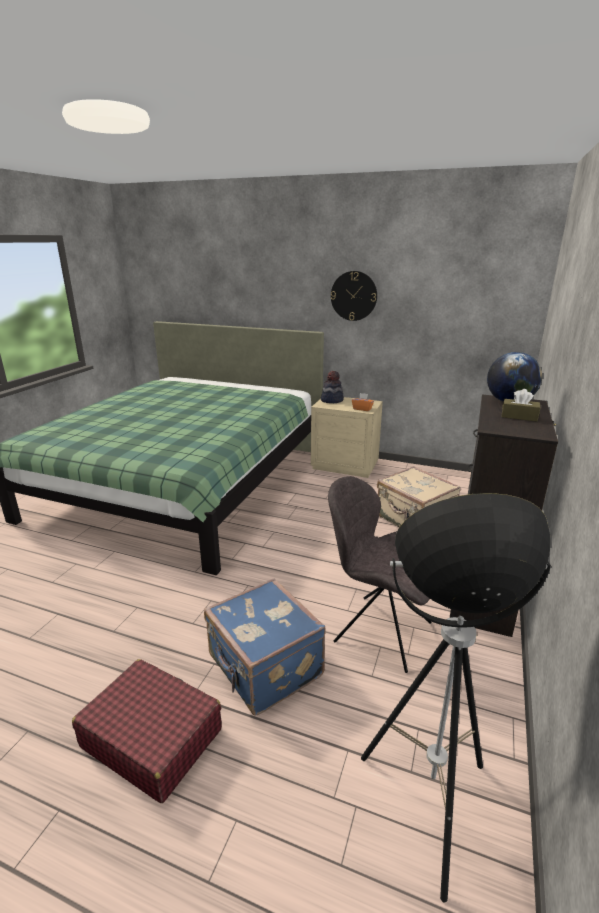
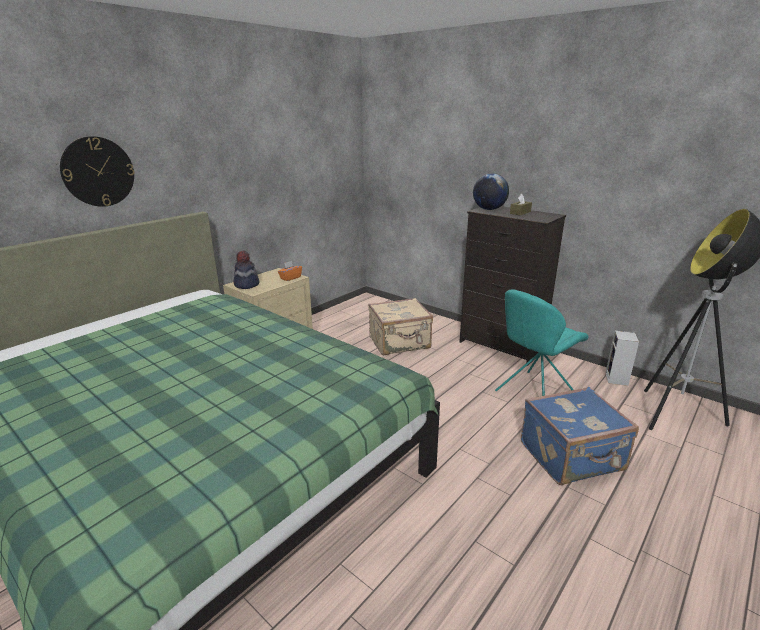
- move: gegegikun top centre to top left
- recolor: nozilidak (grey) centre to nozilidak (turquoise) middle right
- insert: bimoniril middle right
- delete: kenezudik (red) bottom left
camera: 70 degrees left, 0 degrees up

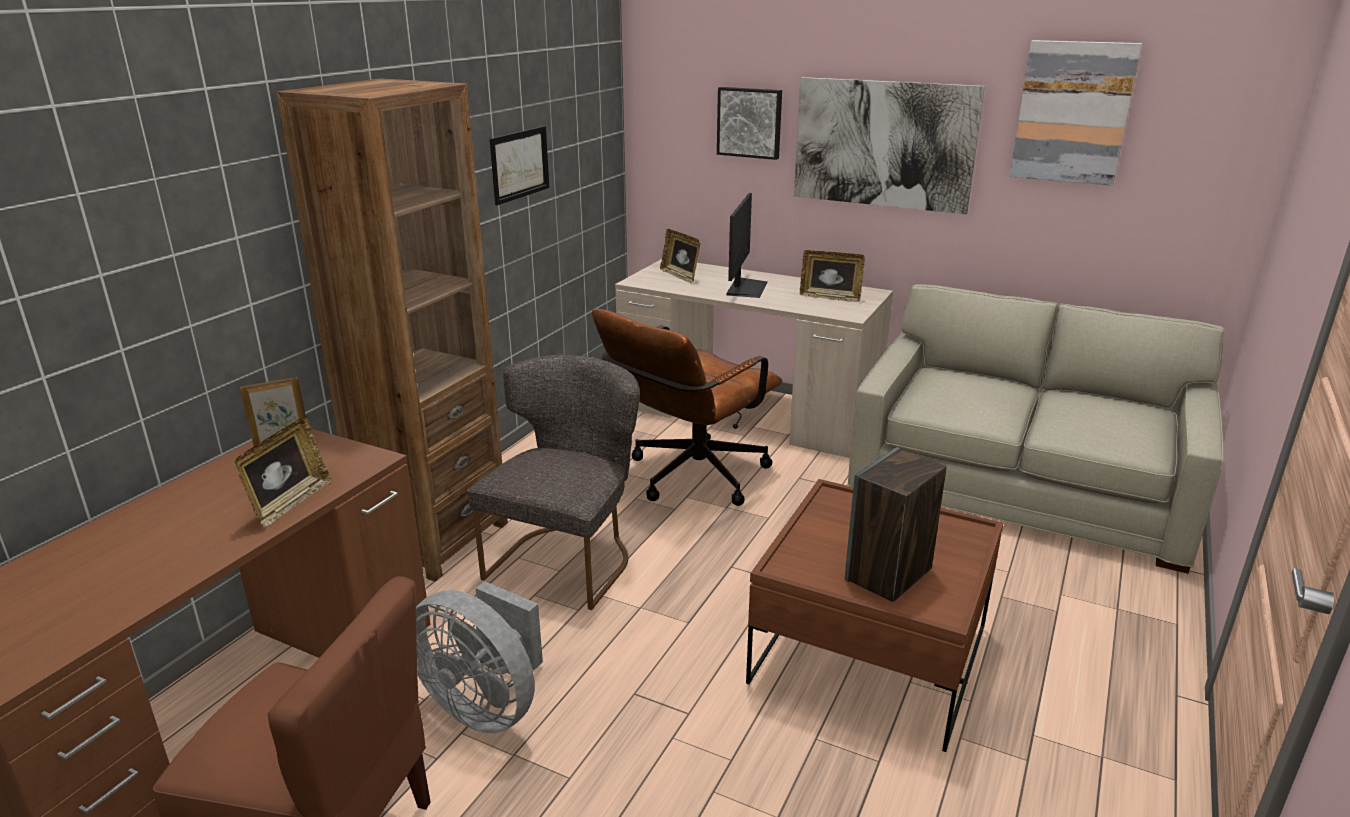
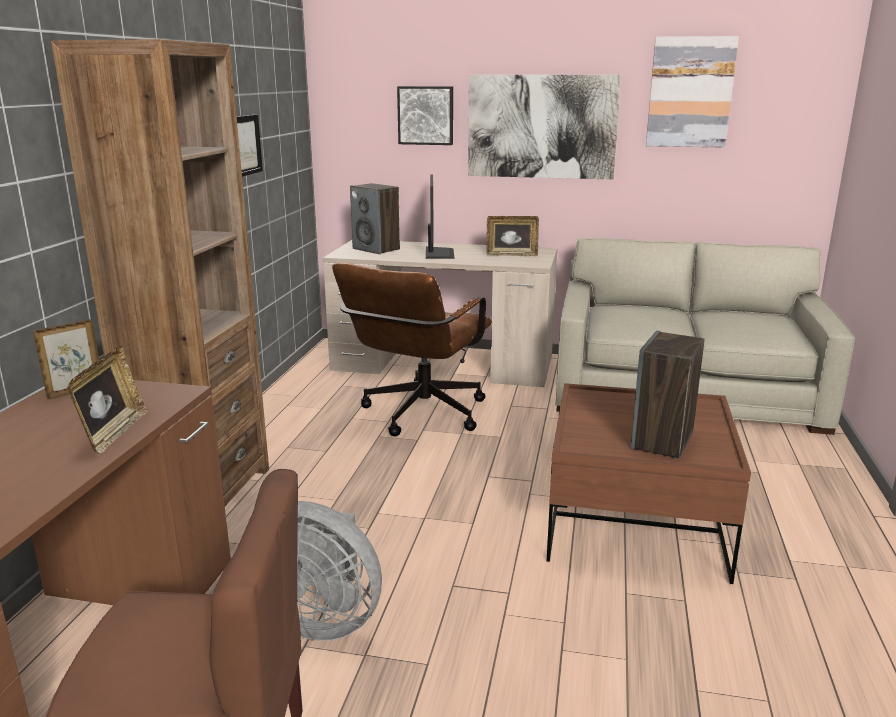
- replace: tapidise (3rd from left) top centre to bimoniril (1st from left) top centre
- delete: nozilidak (grey) centre
camera: 15 degrees left, 5 degrees down

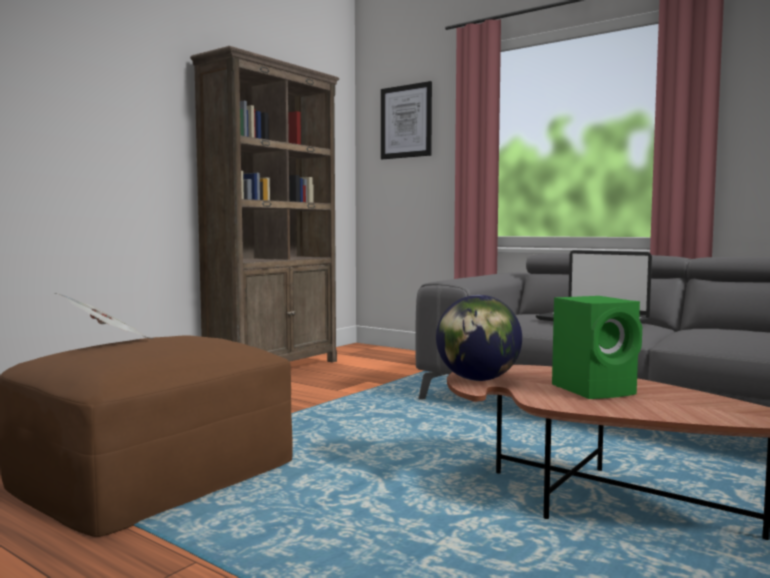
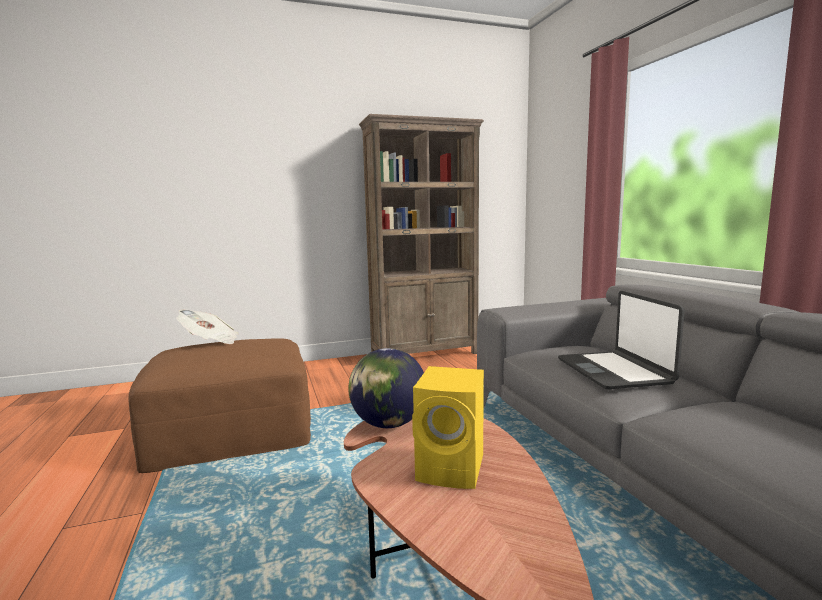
- recolor: bimoniril (green) middle right to bimoniril (yellow) bottom centre
- delete: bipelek top centre
camera: 35 degrees right, 5 degrees up

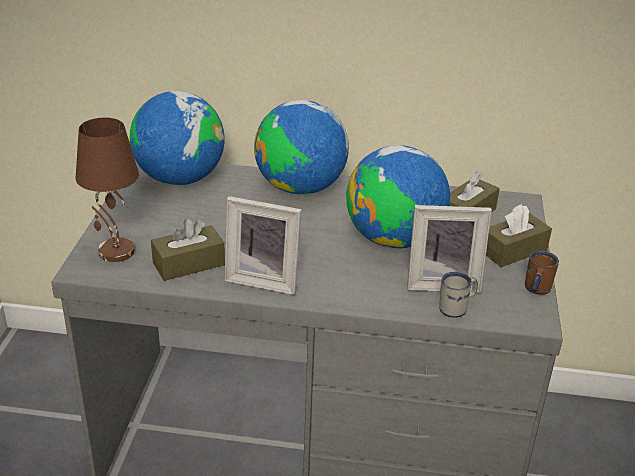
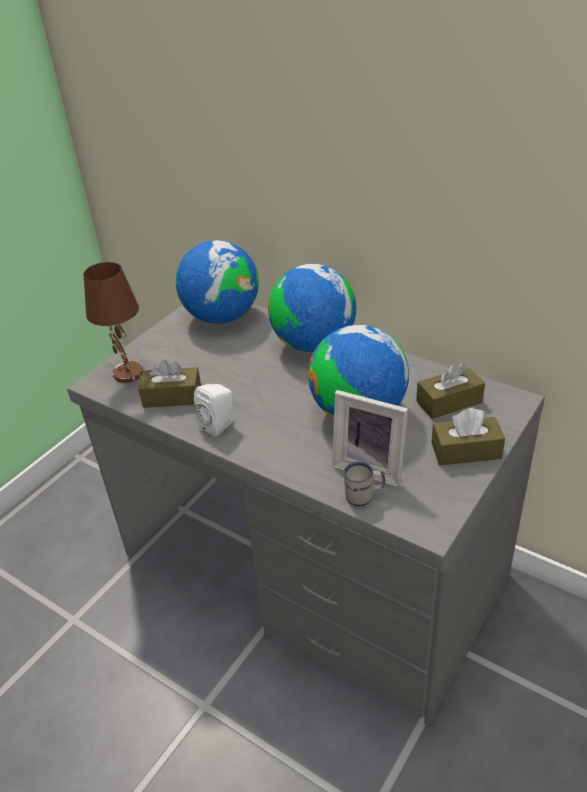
- replace: tapidise (1st from left) centre to bimoniril (white) centre
- delete: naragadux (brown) middle right
camera: 30 degrees right, 5 degrees up

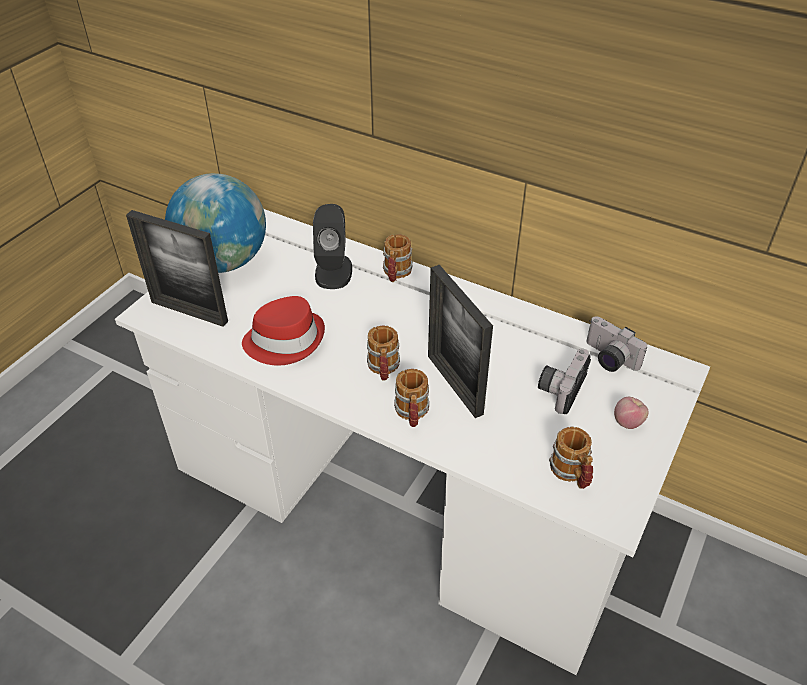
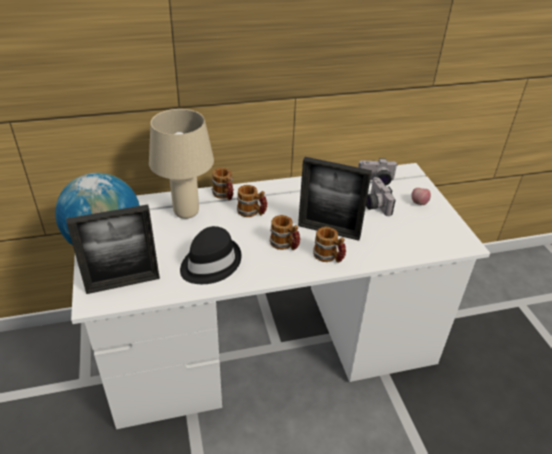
- replace: bimoniril (black) centre to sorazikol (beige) middle left
- recolor: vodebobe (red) centre to vodebobe (black) centre
- move: naragadux (4th from left in the first image) bottom right to naragadux (2nd from left) centre
camera: 45 degrees left, 5 degrees down

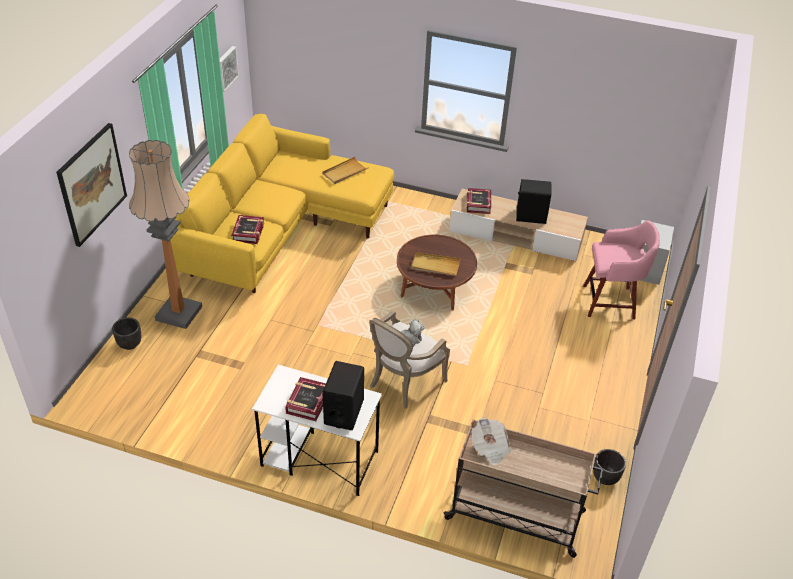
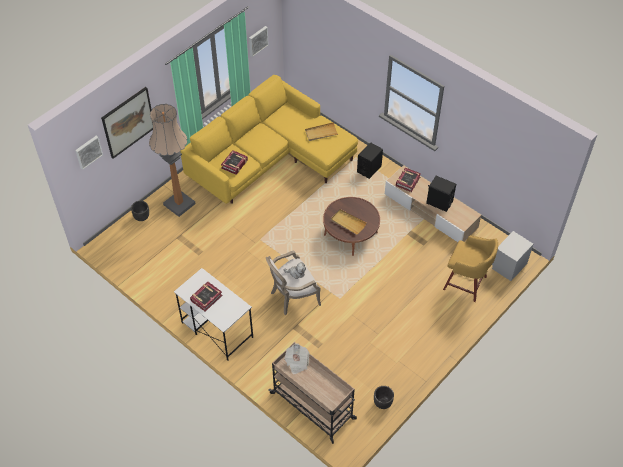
- insert: bipelek (1st from left) top left
- move: bimoniril (black) (1st from left) bottom centre to centre
- recolor: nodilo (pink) middle right to nodilo (yellow) middle right
camera: 25 degrees right, 10 degrees up

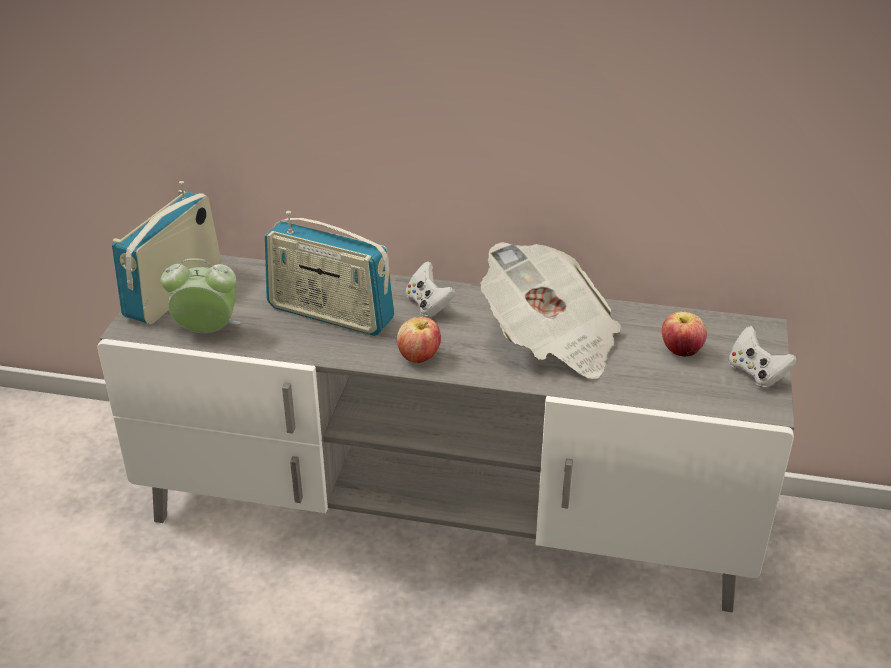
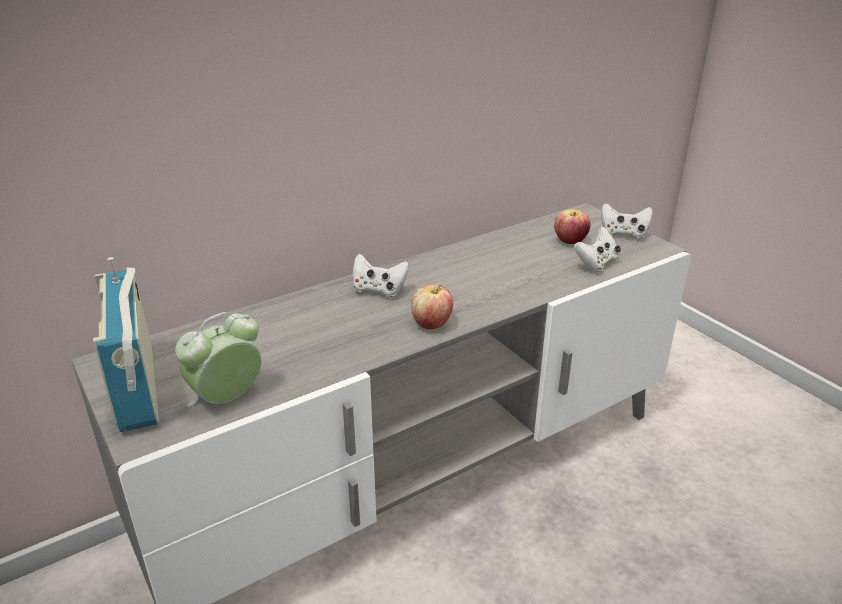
- insert: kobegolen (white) (2nd from left) middle right
- delete: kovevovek (2nd from left) centre
- delete: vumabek centre
camera: 45 degrees left, 5 degrees down

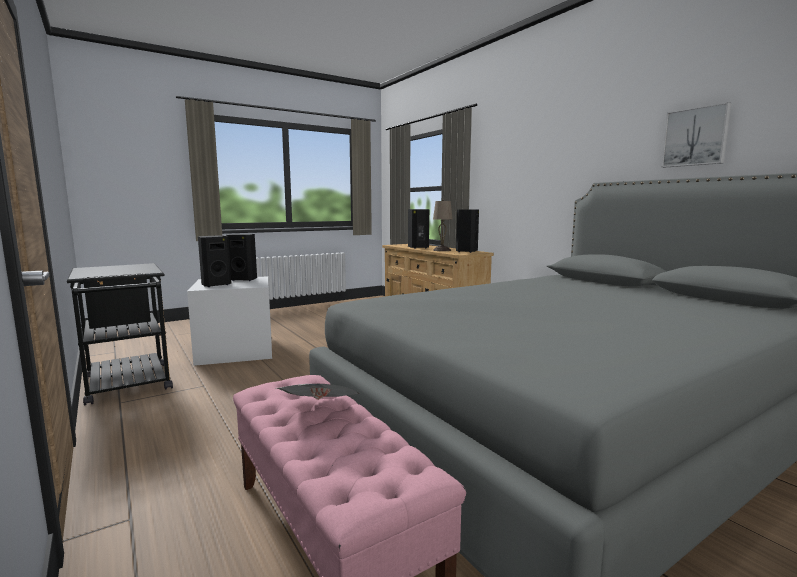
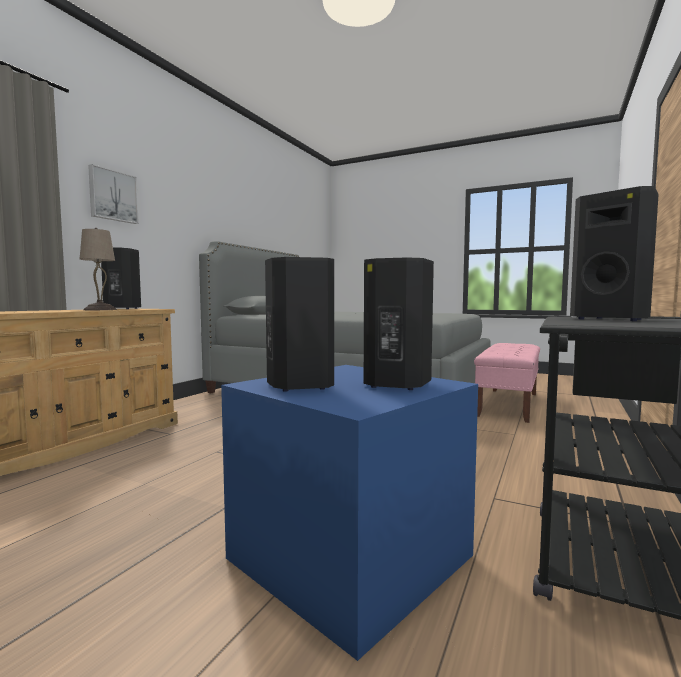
- move: bipelek top right to top left
- recolor: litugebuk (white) middle left to litugebuk (blue) bottom centre
- move: bimoniril (black) (3rd from left in the first image) centre to bimoniril (black) (4th from left) middle right
- delete: vumabek bottom centre
camera: 120 degrees left, 5 degrees down

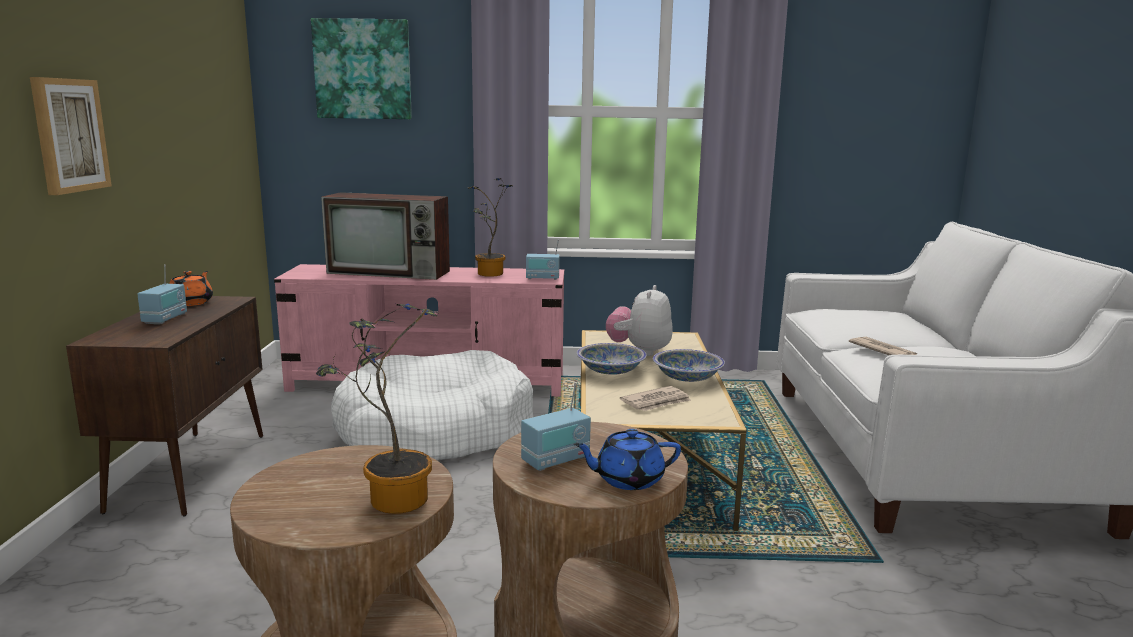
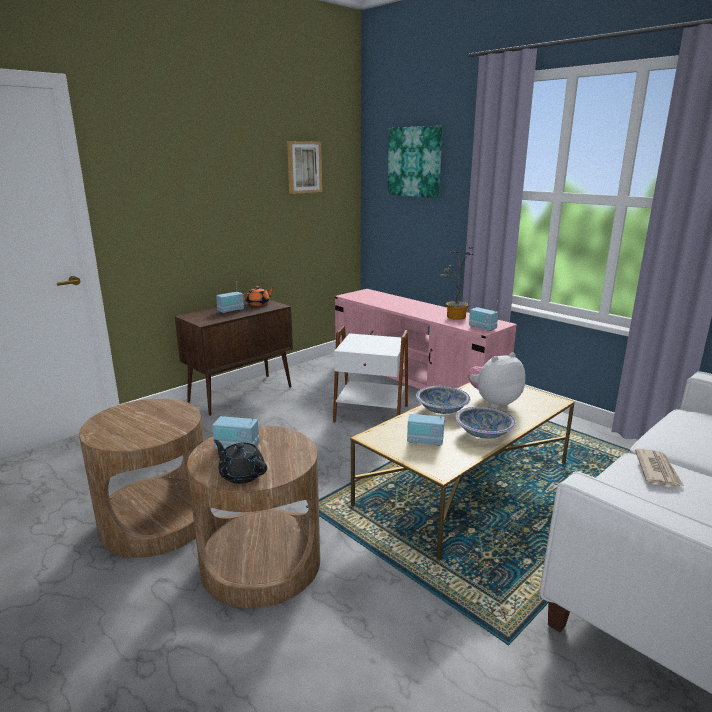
- recolor: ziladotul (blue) bottom centre to ziladotul (black) centre
- move: bipelek (1st from left) top left to top centre
- replace: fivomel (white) centre to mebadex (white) centre
- replace: vumabek (1st from left) centre to kovevovek (3rd from left) centre
- delete: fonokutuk (1st from left) middle left
- delete: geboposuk centre
camera: 45 degrees right, 5 degrees up

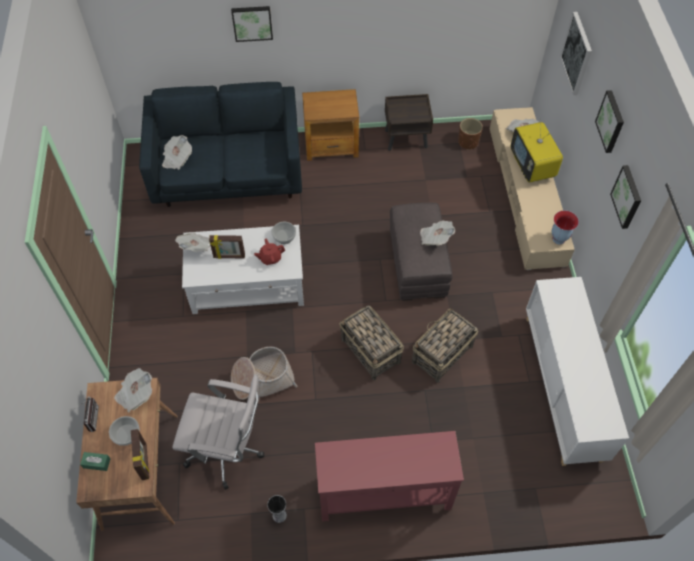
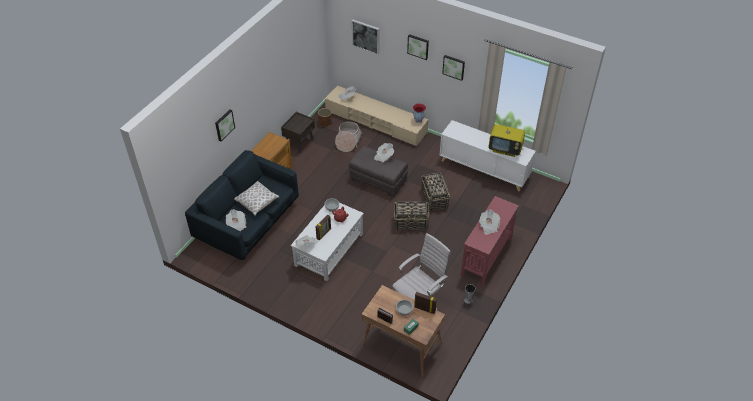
- insert: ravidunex centre
- move: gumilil (1st from left) bottom centre to centre
- move: vumabek (1st from left in the first image) bottom left to vumabek (5th from left) centre
- move: geboposuk top right to middle right
camera: 55 degrees left, 10 degrees down

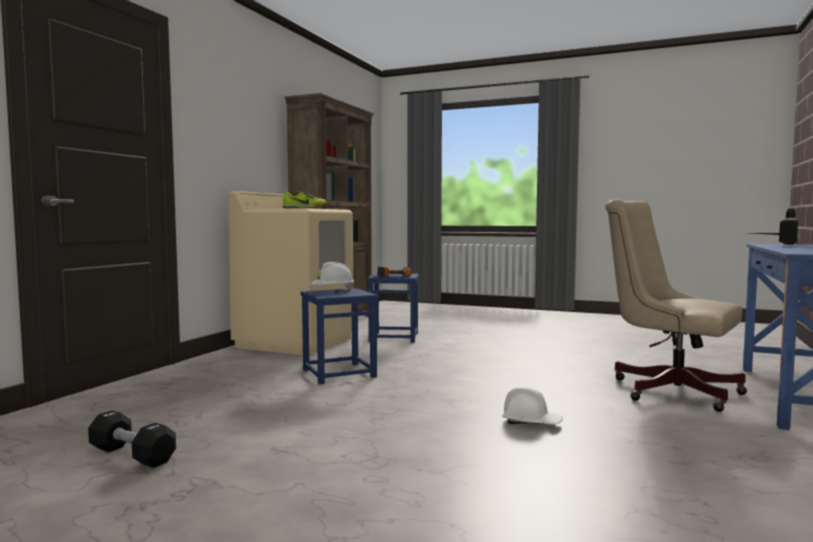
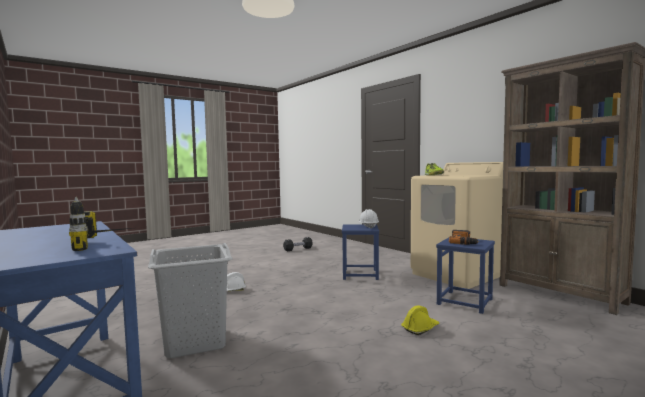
- replace: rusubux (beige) middle right to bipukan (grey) bottom left
- insert: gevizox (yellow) bottom centre
camera: 120 degrees right, 0 degrees up

